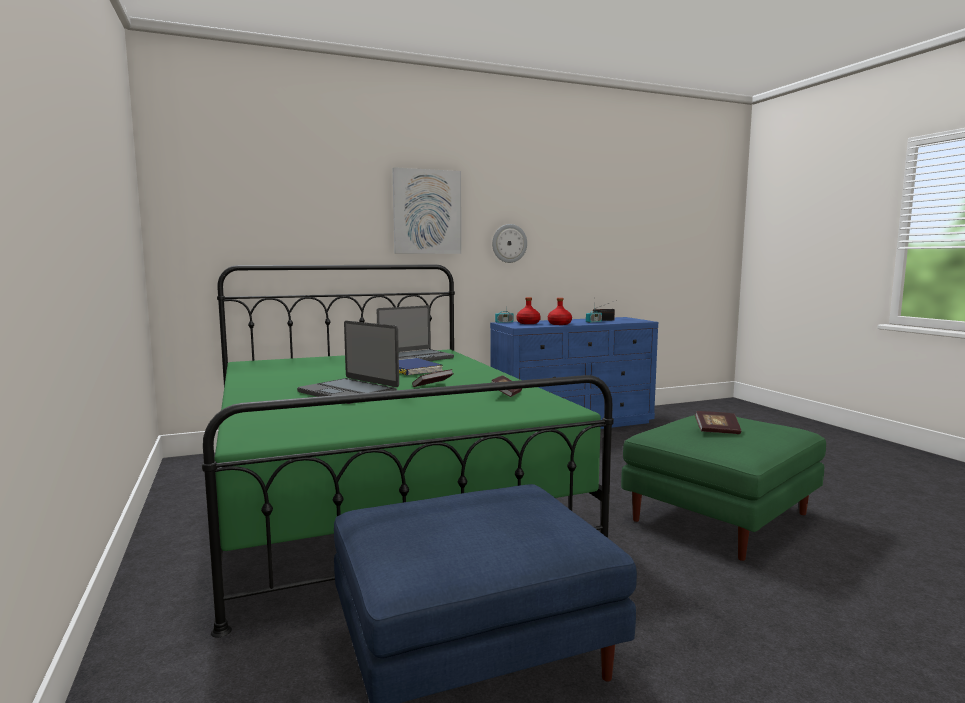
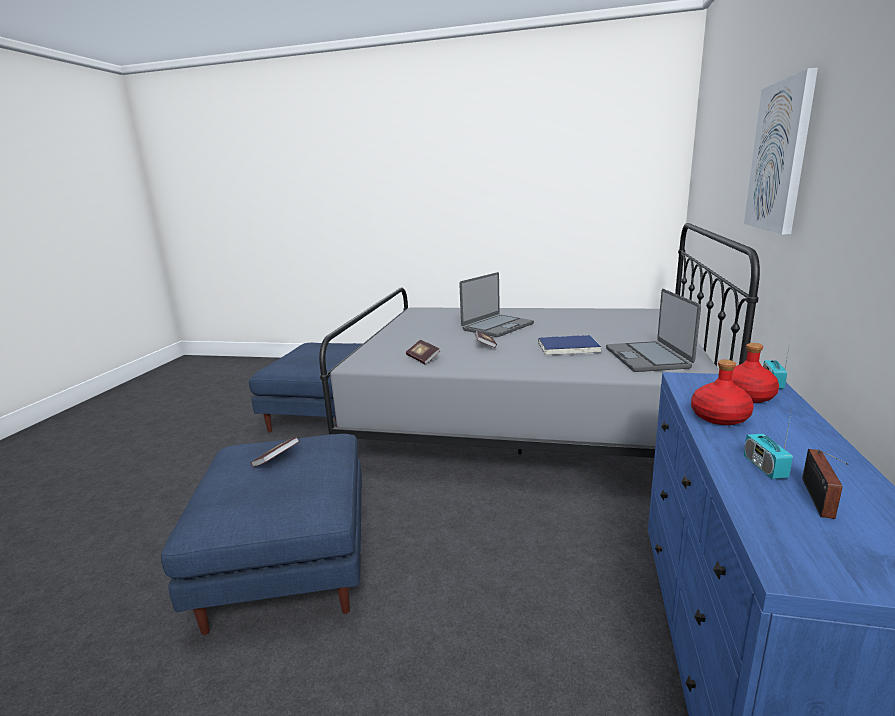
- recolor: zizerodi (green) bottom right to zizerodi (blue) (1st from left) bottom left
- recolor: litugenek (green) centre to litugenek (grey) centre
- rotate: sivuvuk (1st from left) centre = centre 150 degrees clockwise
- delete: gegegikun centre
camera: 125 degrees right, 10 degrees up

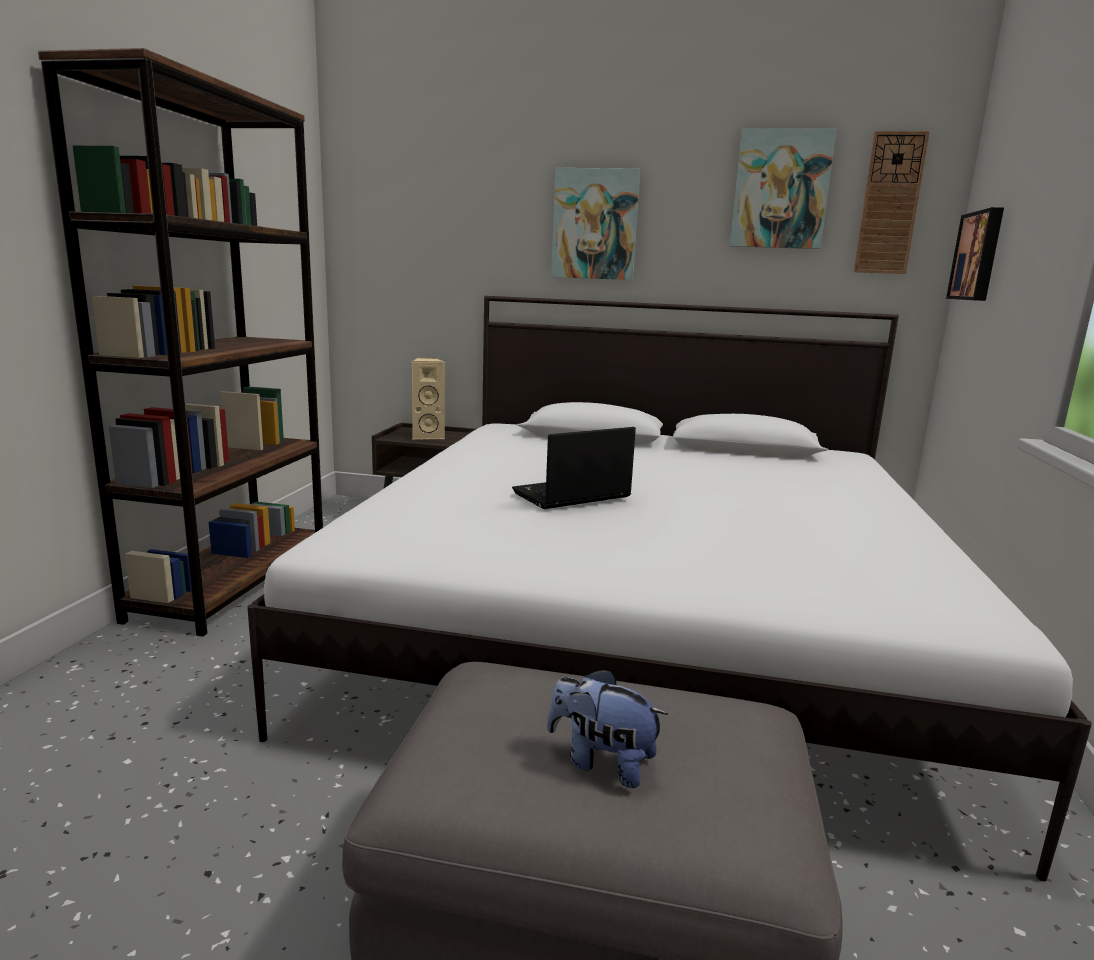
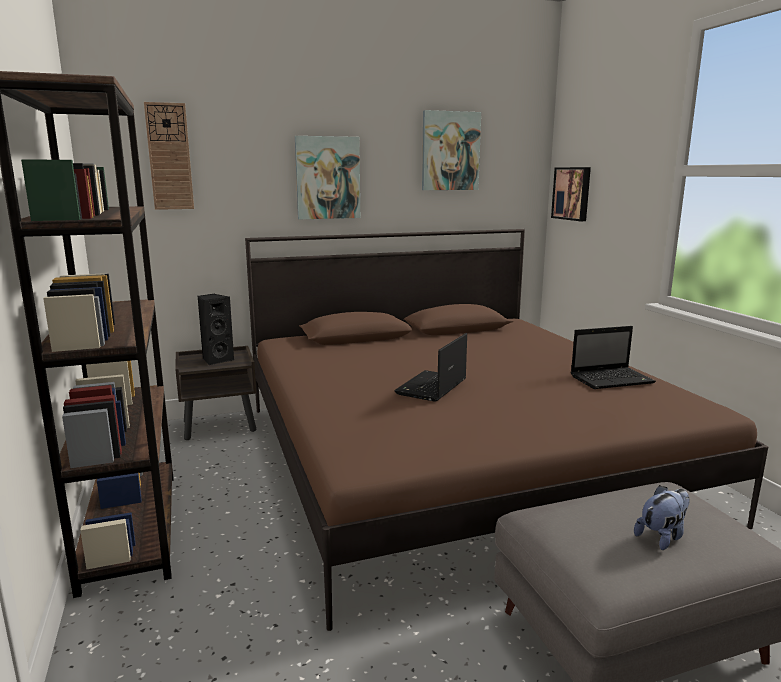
- move: gegegikun top right to top left
- recolor: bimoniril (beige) centre to bimoniril (black) middle left
- recolor: litugenek (white) centre to litugenek (brown) centre
- insert: sivuvuk (2nd from left) middle right
- rotate: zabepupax bottom centre = bottom right 150 degrees clockwise
camera: 30 degrees left, 0 degrees up

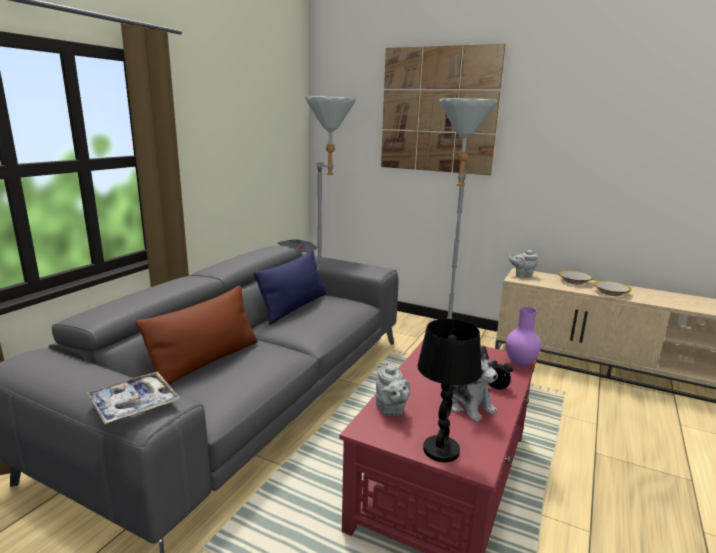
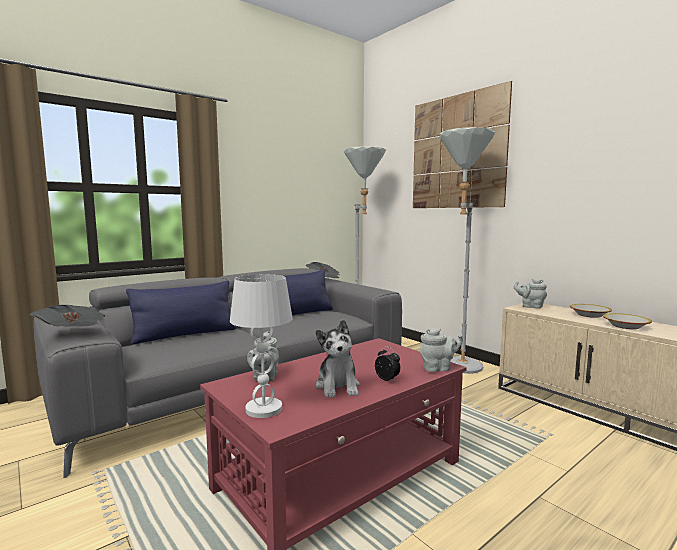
- replace: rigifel bottom left to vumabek (1st from left) middle left
- recolor: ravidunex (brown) middle left to ravidunex (blue) (1st from left) middle left
- recolor: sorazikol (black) bottom centre to sorazikol (white) centre
- replace: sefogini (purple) middle right to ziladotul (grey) (2nd from left) centre
camera: 25 degrees right, 10 degrees down

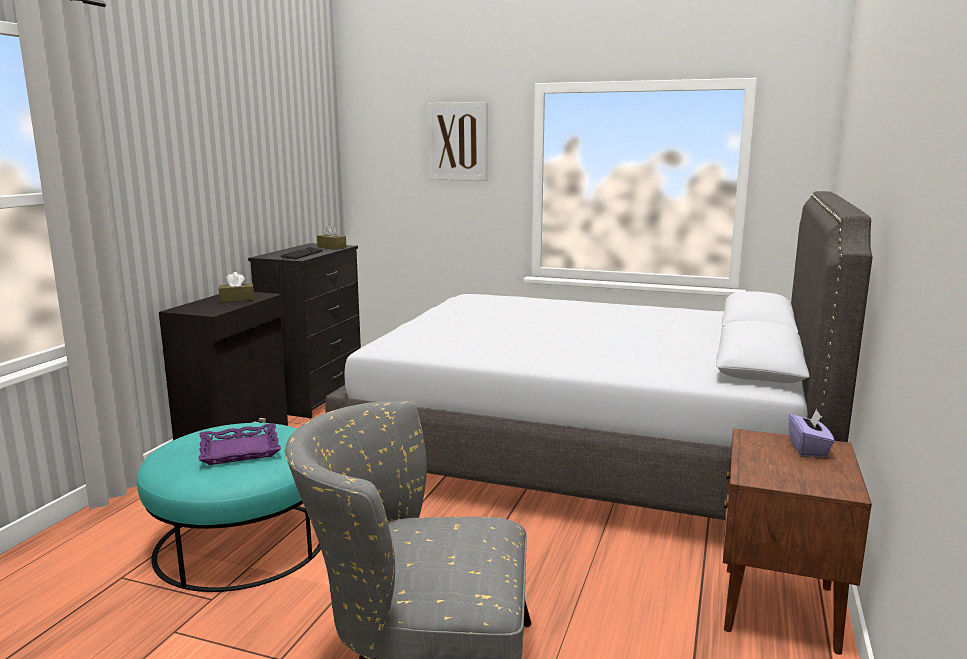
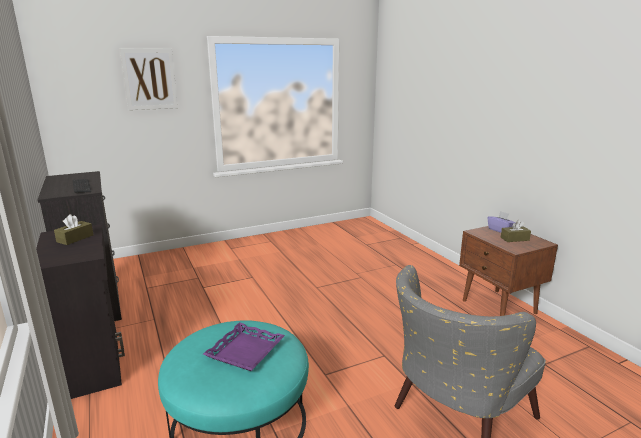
- move: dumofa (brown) (2nd from left) centre to middle right
- delete: litugenek (grey) centre
camera: 45 degrees left, 5 degrees up

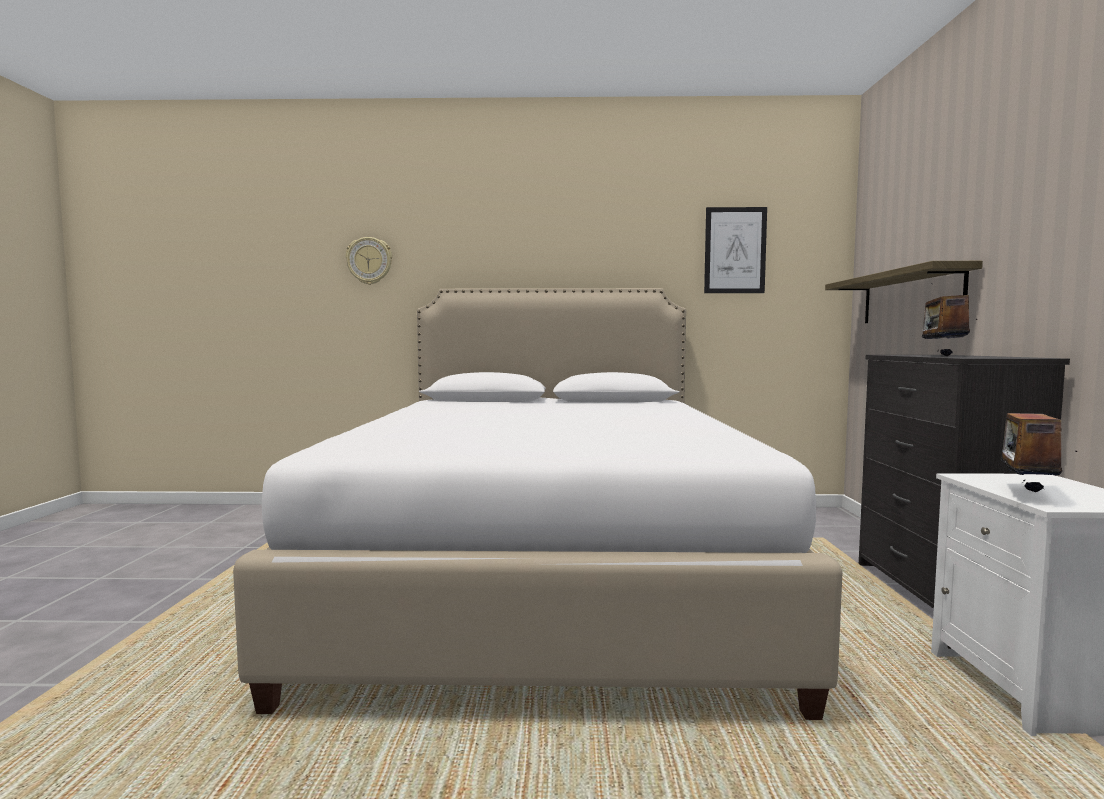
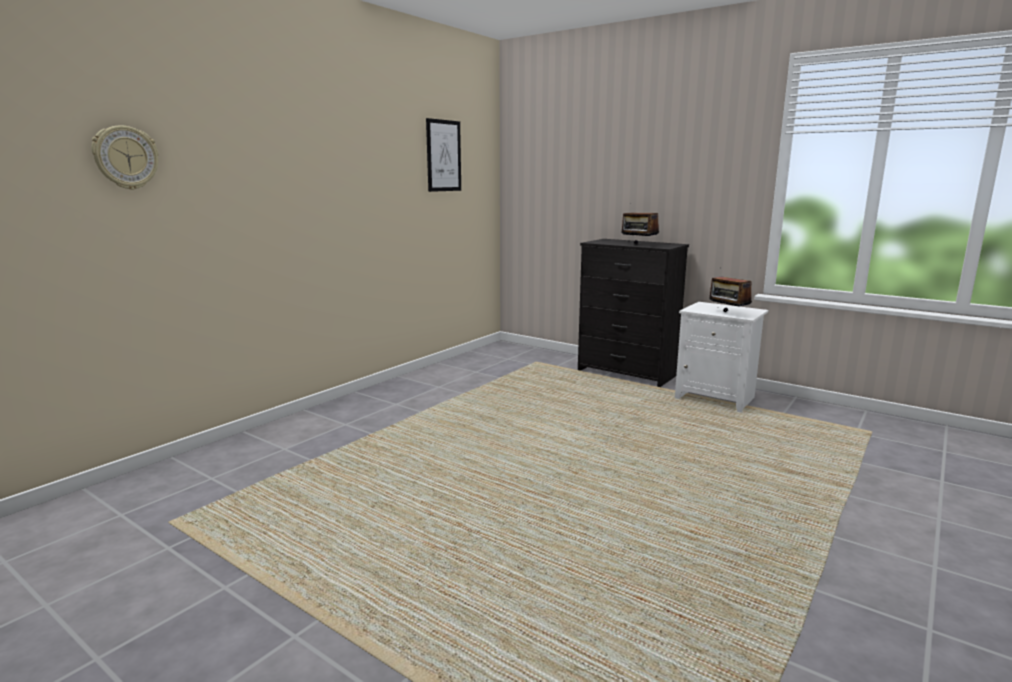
- delete: litugenek (white) centre
- delete: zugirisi middle right
camera: 55 degrees left, 10 degrees up

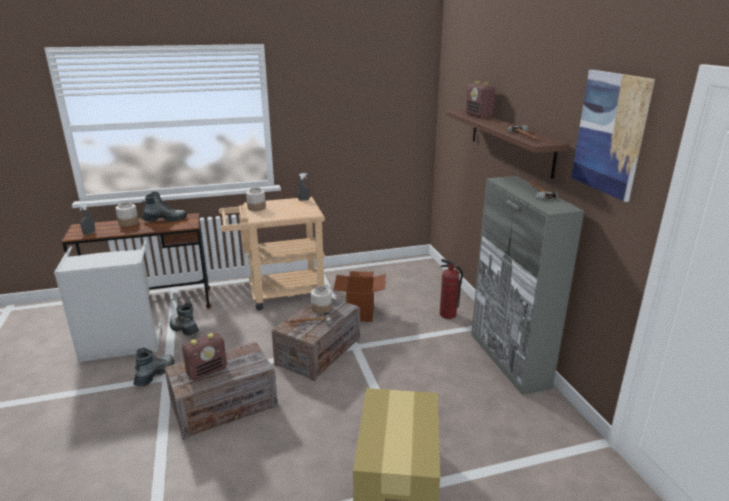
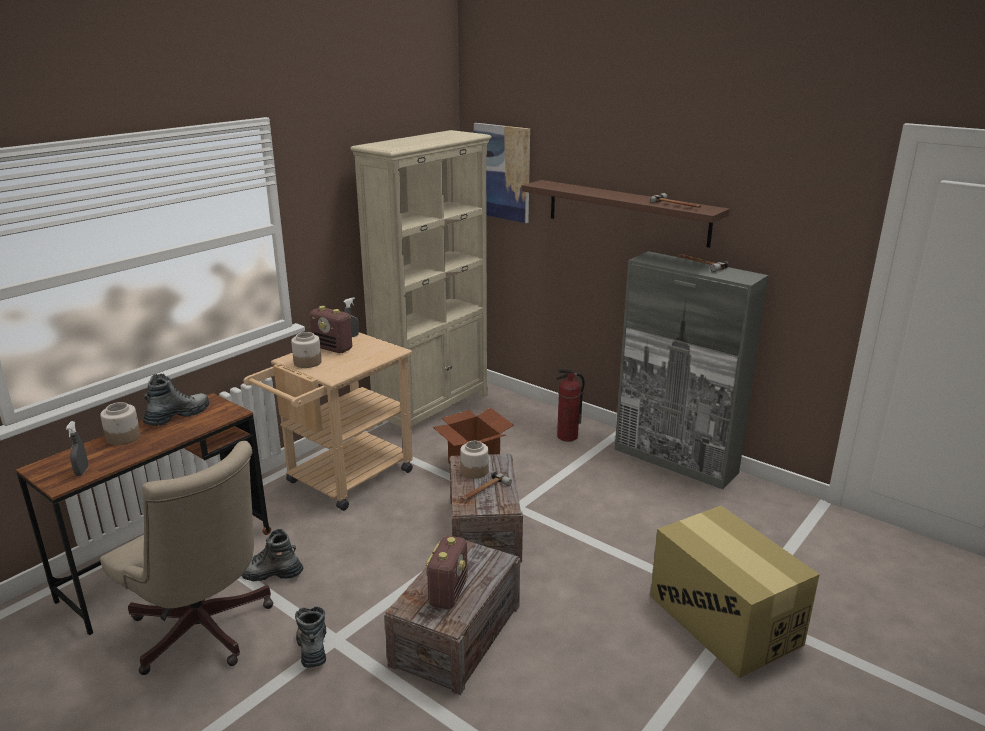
- replace: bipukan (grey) middle left to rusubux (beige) bottom left
- move: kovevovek (2nd from left in the first image) top centre to kovevovek (1st from left) centre
- insert: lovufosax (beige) centre
- move: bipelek top right to top centre
camera: 35 degrees left, 0 degrees up

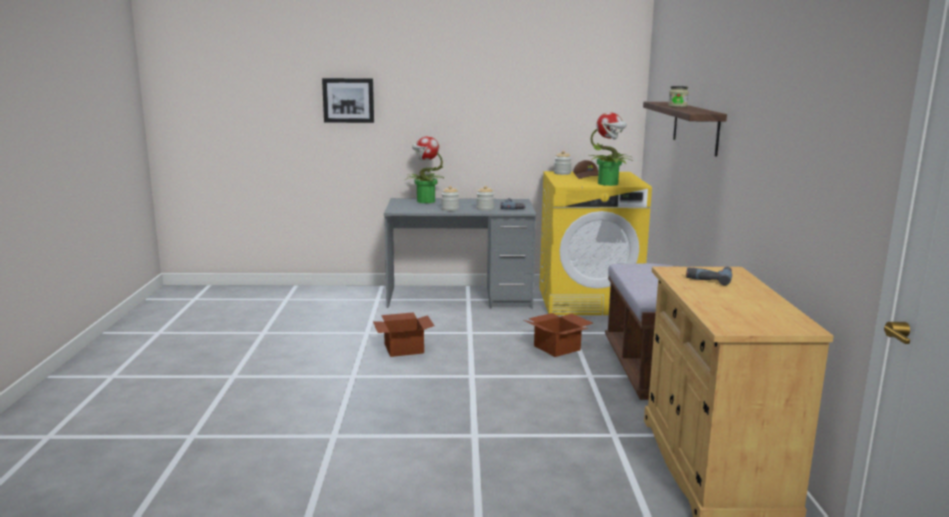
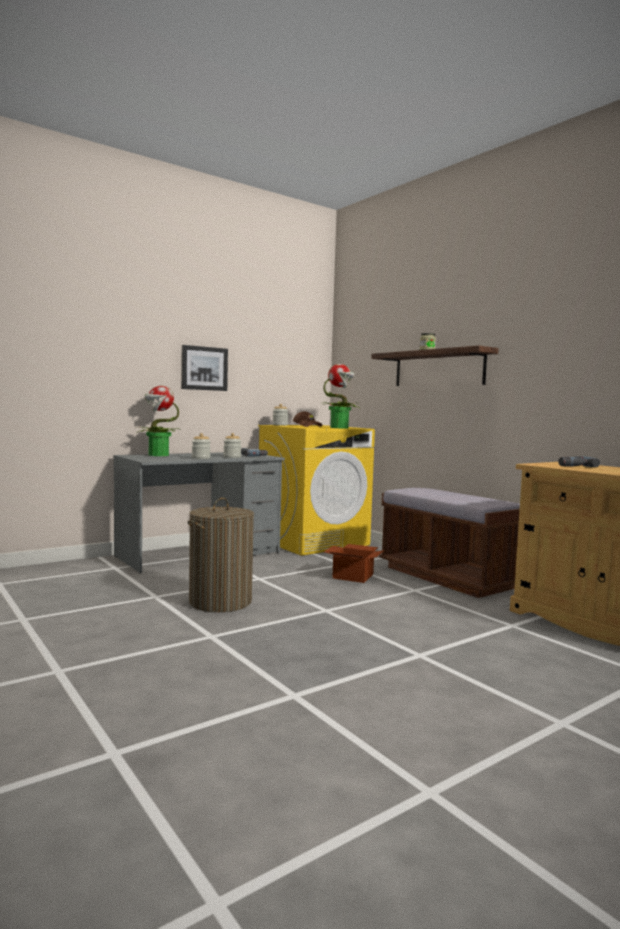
- move: bipelek top centre to middle left
- replace: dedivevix (1st from left) centre to bipukan centre
camera: 35 degrees left, 10 degrees down

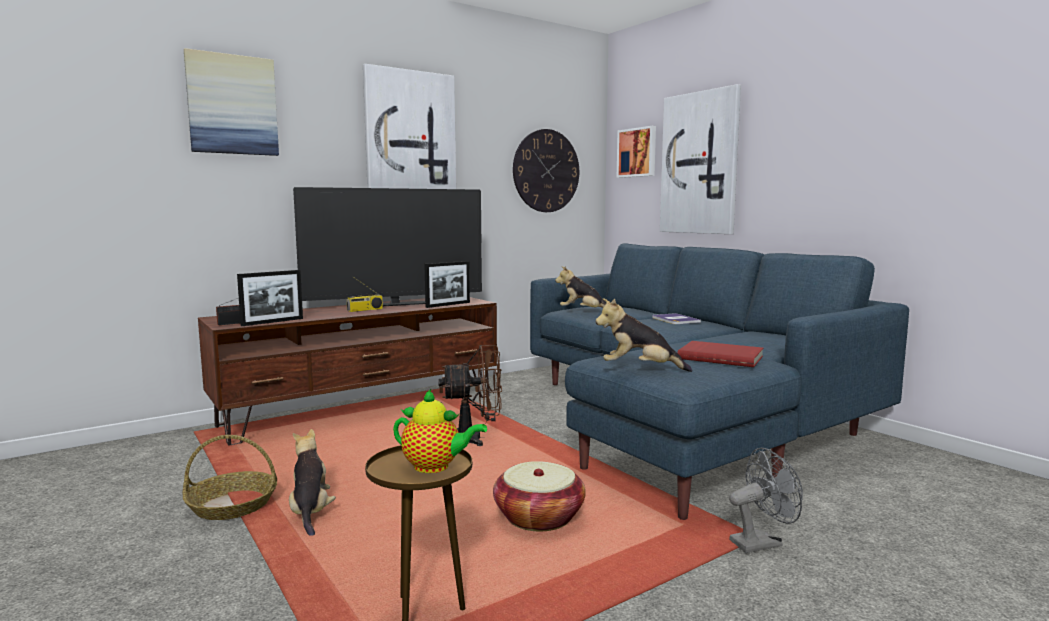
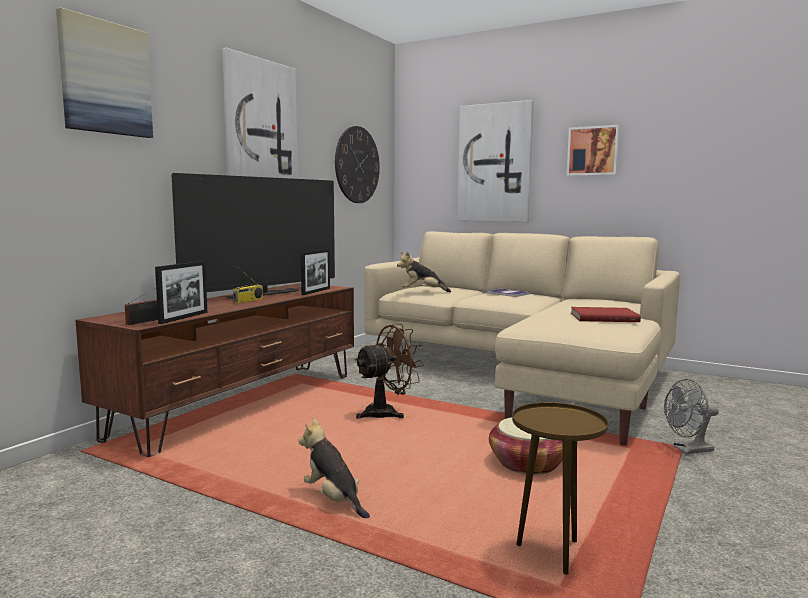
- recolor: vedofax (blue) middle right to vedofax (beige) centre
- move: bipelek (3rd from left in the first image) top centre to bipelek (4th from left) top right
- rotate: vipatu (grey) bottom right = bottom right 150 degrees counterclockwise
- delete: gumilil (1st from left) bottom left
- delete: ziladotul bottom centre
- delete: zabepupax (3rd from left) centre
camera: 25 degrees left, 0 degrees up

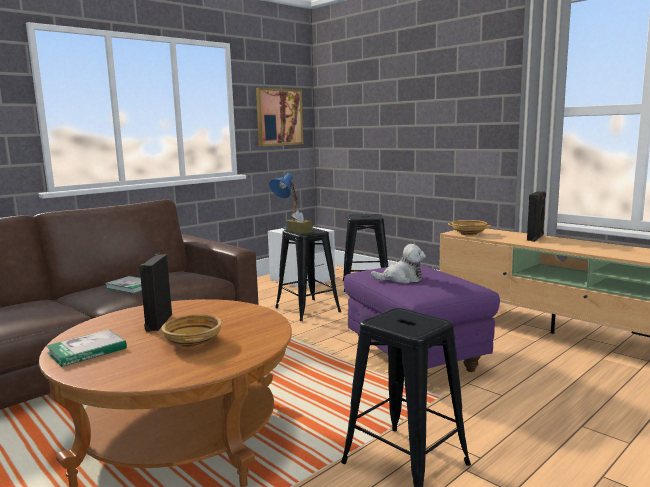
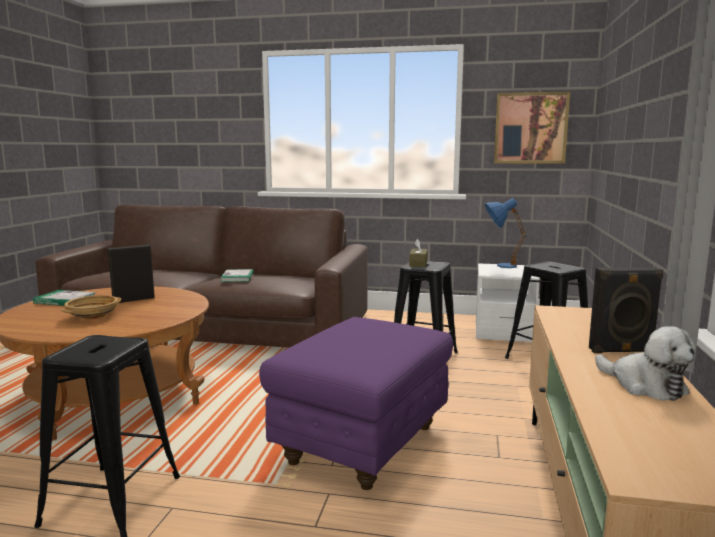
- move: zabepupax centre to bottom right
- delete: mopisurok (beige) (2nd from left) middle right
camera: 55 degrees right, 0 degrees up

